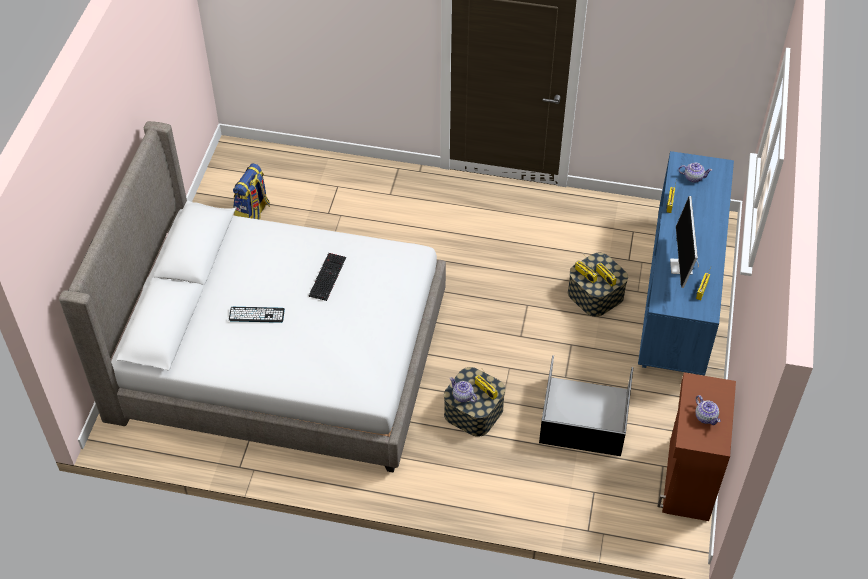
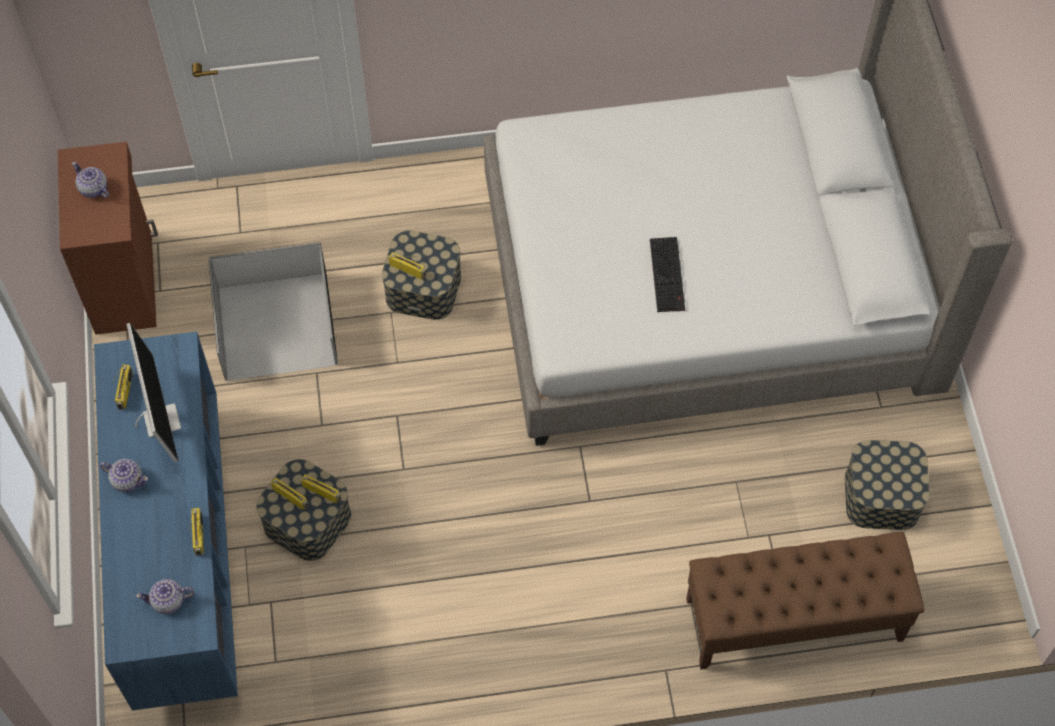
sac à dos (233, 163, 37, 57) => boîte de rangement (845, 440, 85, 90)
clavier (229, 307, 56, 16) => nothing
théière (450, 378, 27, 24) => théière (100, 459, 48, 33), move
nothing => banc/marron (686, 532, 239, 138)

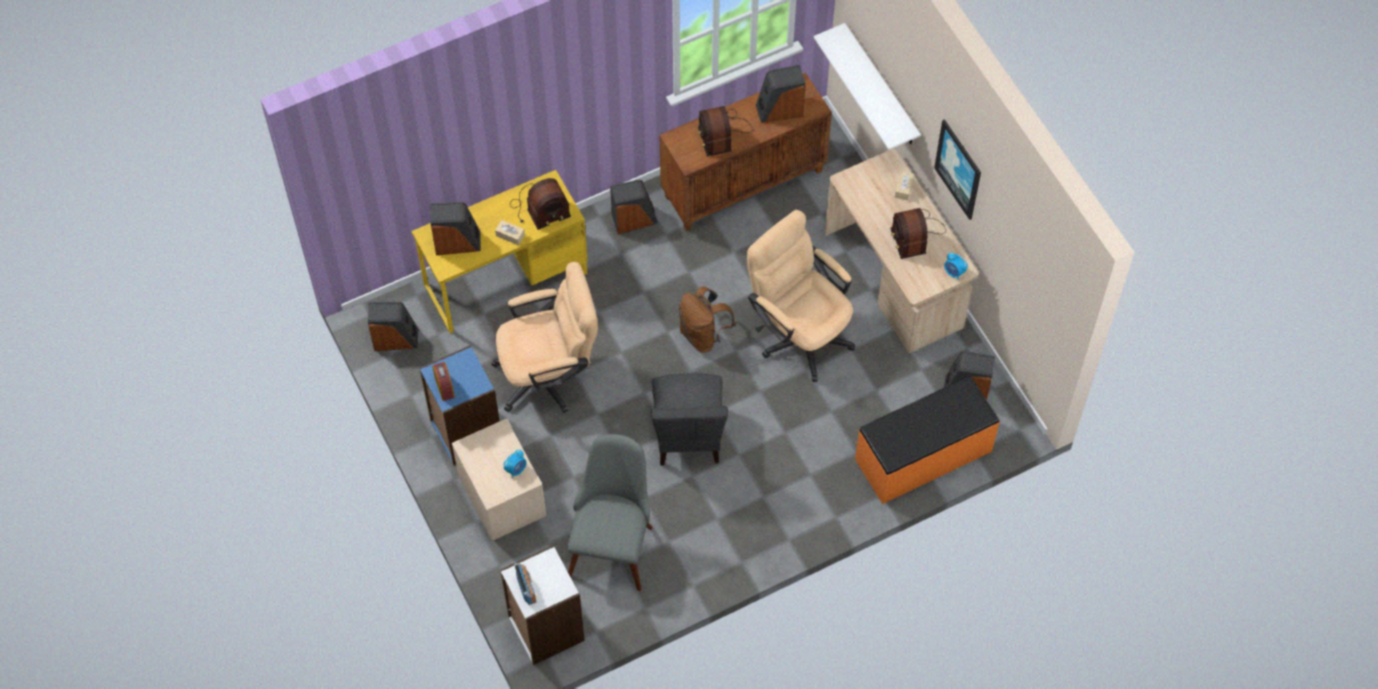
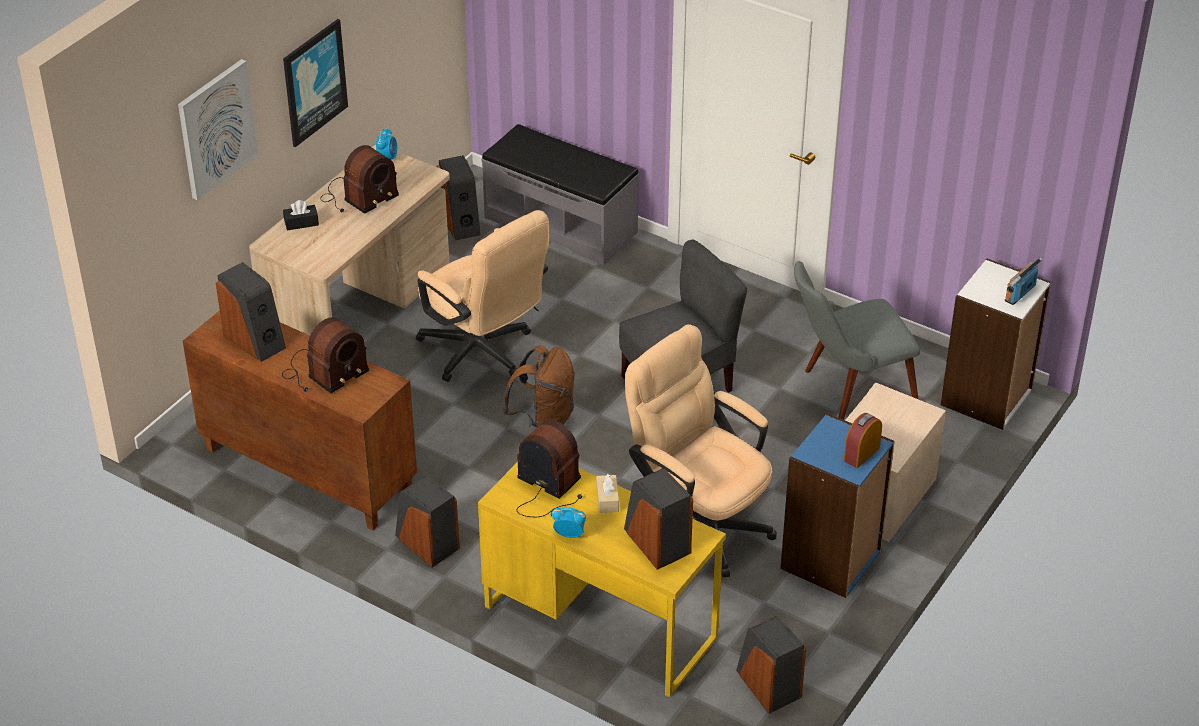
étagère/blanc (814, 23, 107, 127) => nothing
boîte à mouchoirs/beige (895, 171, 19, 29) => boîte à mouchoirs/noir (283, 200, 36, 31)
chaise de bureau/beige (747, 210, 108, 172) => chaise de bureau/beige (416, 210, 133, 172), 60 degrees counterclockwise
banc/orange (855, 376, 145, 128) => banc/gris (481, 124, 158, 141)
réveil (504, 449, 23, 30) => réveil (552, 508, 34, 30), move
nothing => tableau (178, 59, 80, 141)

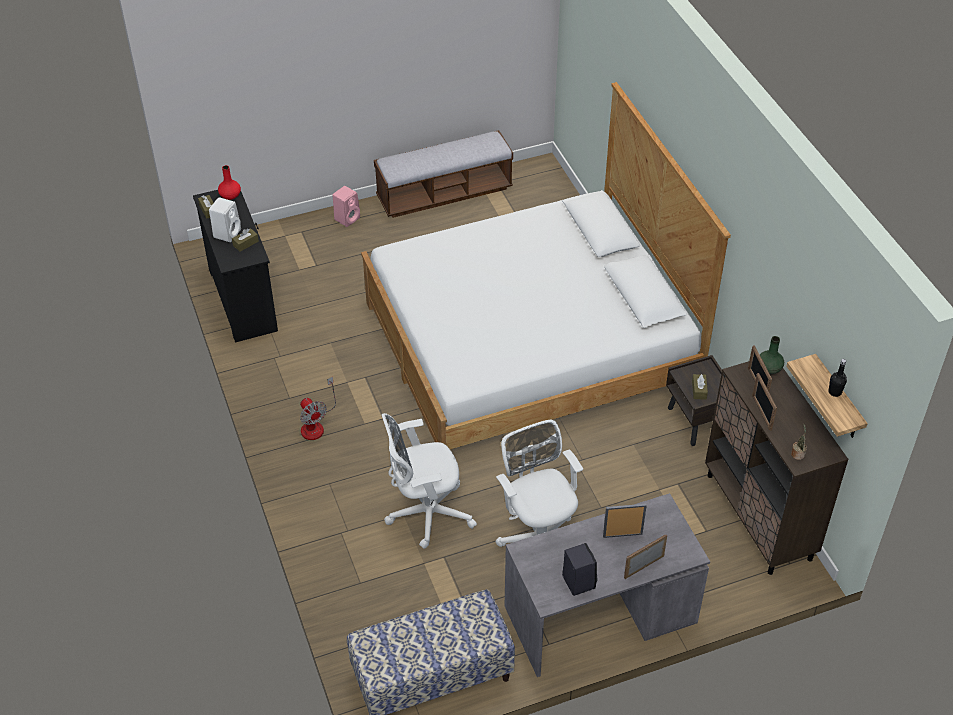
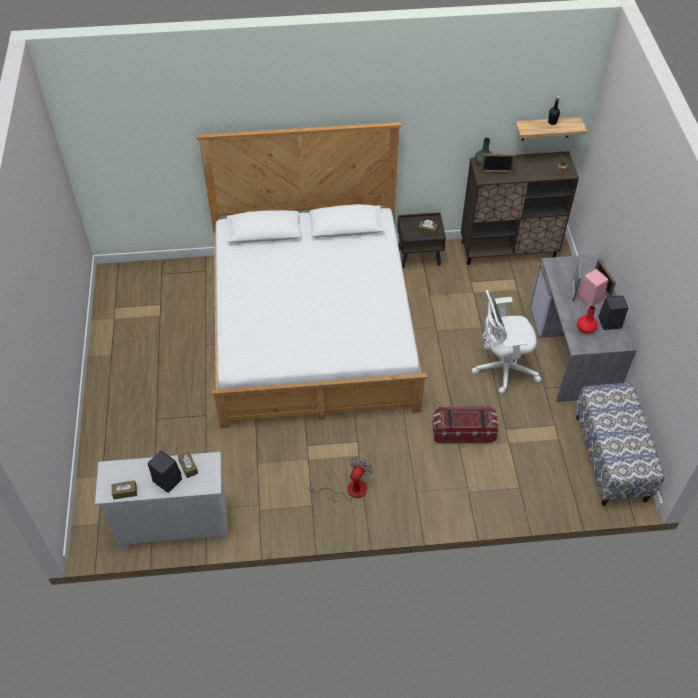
banc (374, 130, 139, 88) => nothing
vase/rouge (218, 165, 23, 35) => vase/rouge (577, 306, 21, 28), move
enceinte/rose (332, 186, 28, 41) => enceinte/rose (578, 269, 30, 37), move
commode/noir (193, 190, 85, 153) => commode/blanc (95, 452, 133, 97)
enceinte/blanc (209, 197, 32, 45) => enceinte/noir (148, 451, 34, 42)
cadre photo (752, 373, 25, 58) => nothing
ventilateur (300, 377, 36, 63) => ventilateur (309, 457, 64, 45), 45 degrees counterclockwise
chaise de bureau/blanc (382, 413, 95, 136) => boîte de rangement (433, 406, 66, 38)

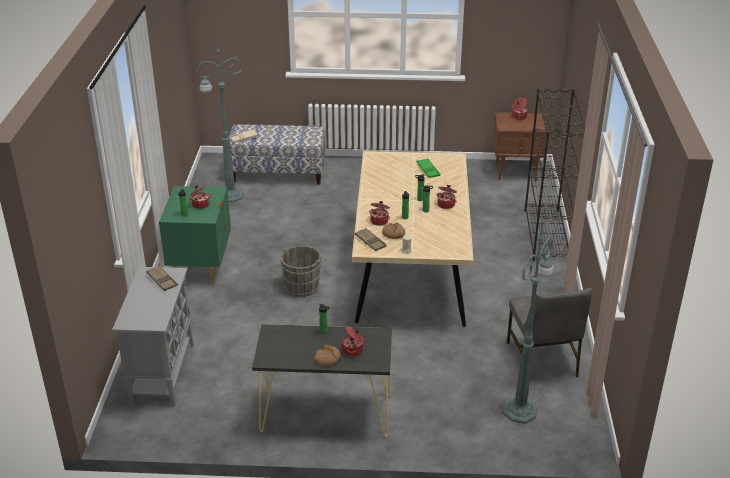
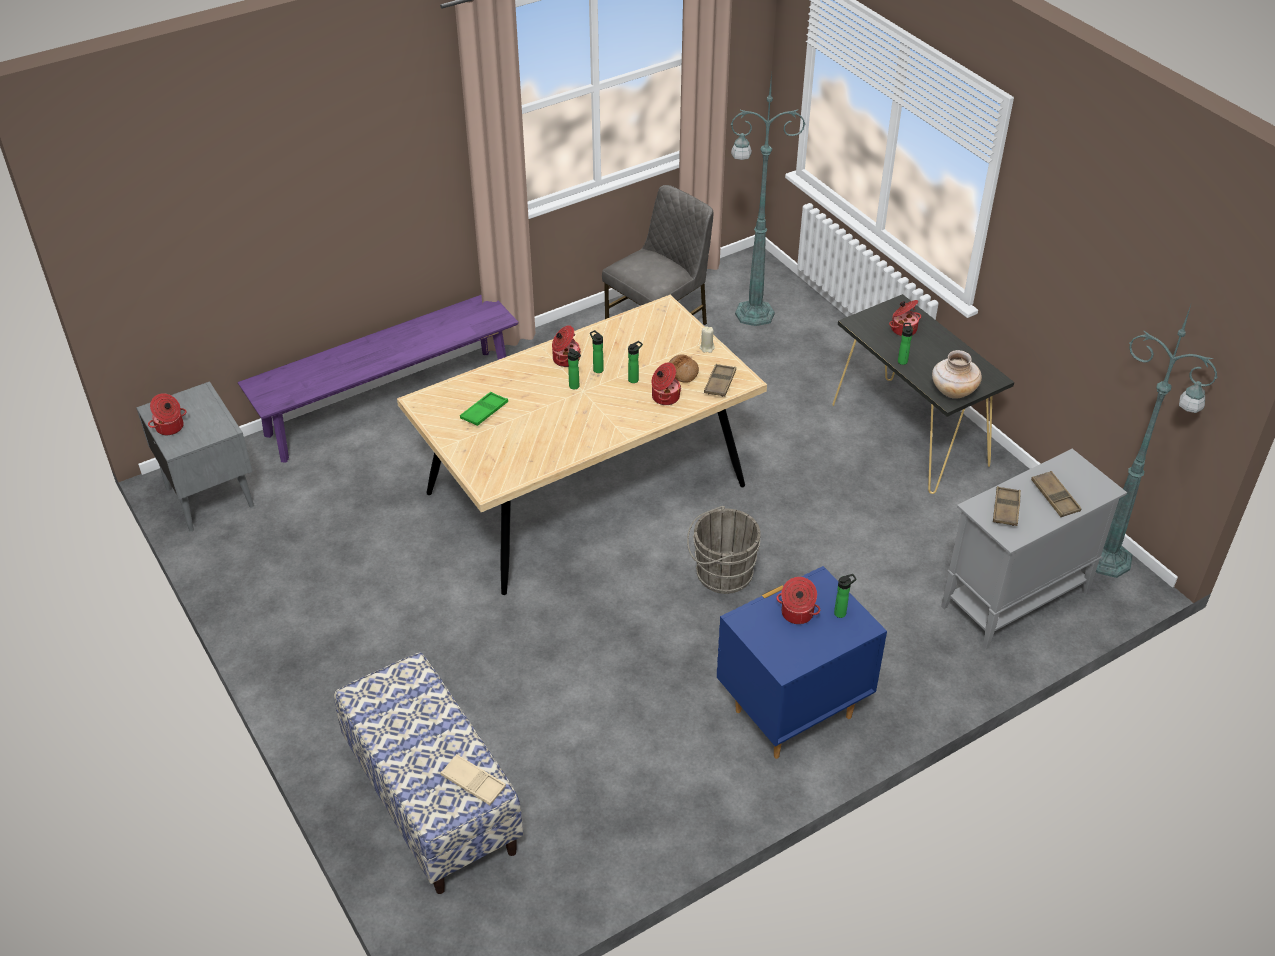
lampadaire/vert (196, 39, 48, 163) => lampadaire/vert (1096, 305, 121, 273), move
bibliothèque/noir (525, 89, 60, 172) => banc/violet (238, 295, 280, 168)
table de chevet/marron (493, 112, 55, 69) => table de chevet/gris (136, 381, 118, 151)
table de chevet/vert (159, 186, 72, 97) => table de chevet/bleu (717, 566, 170, 193)
pain (314, 345, 27, 21) => nothing
nothing => vase/beige (932, 350, 50, 49)
nothing => plateau/marron (1031, 471, 50, 46)

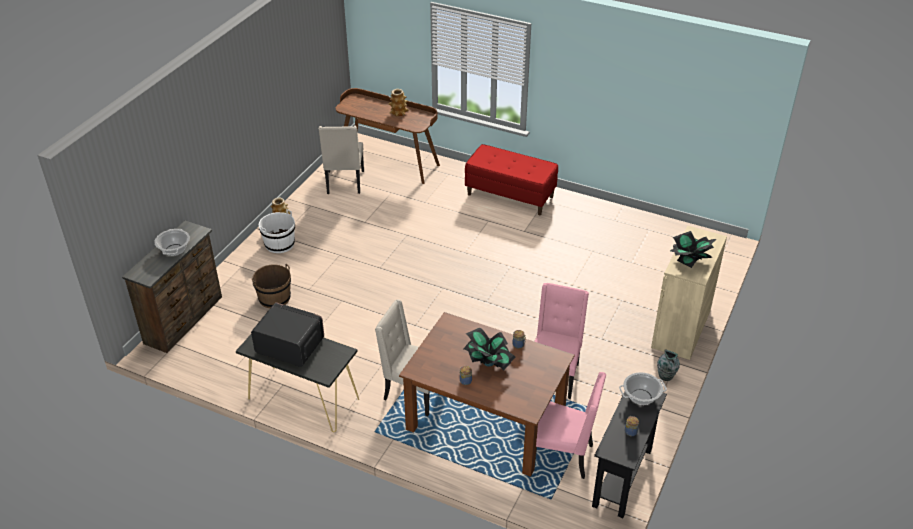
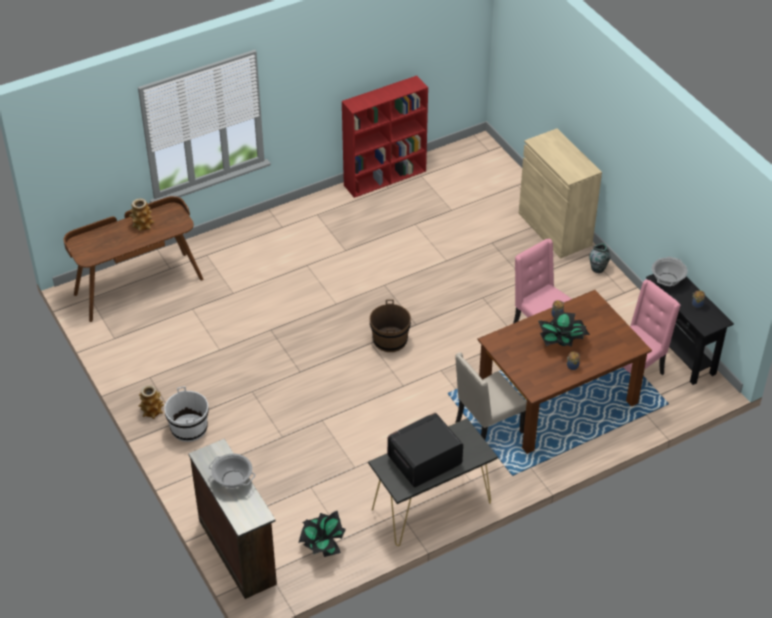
chaise/beige (319, 126, 45, 68) => nothing
banc/rouge (465, 144, 93, 72) => nothing
plante en pot (670, 231, 47, 37) => plante en pot (298, 511, 48, 46), move
seau/marron (252, 264, 39, 44) => seau/marron (370, 299, 41, 53), move
nothing => bibliothèque/rouge (342, 76, 86, 122)

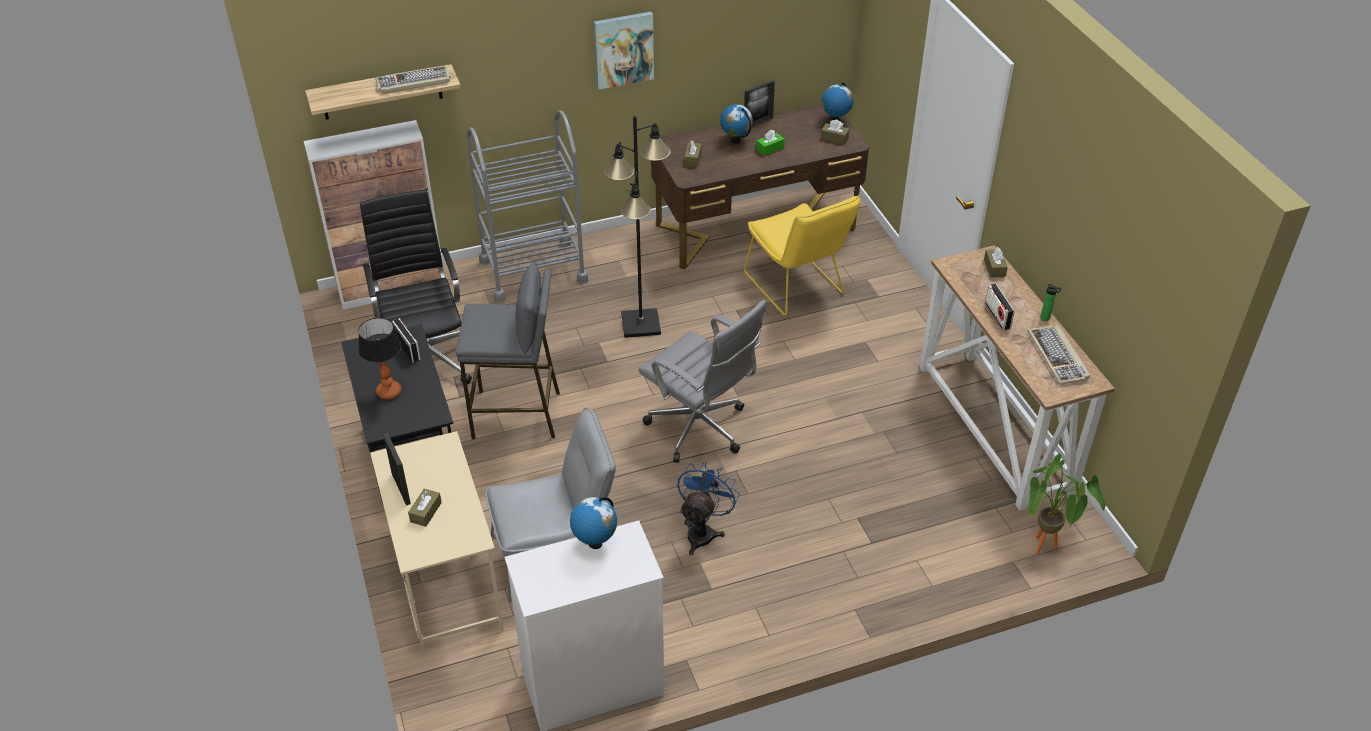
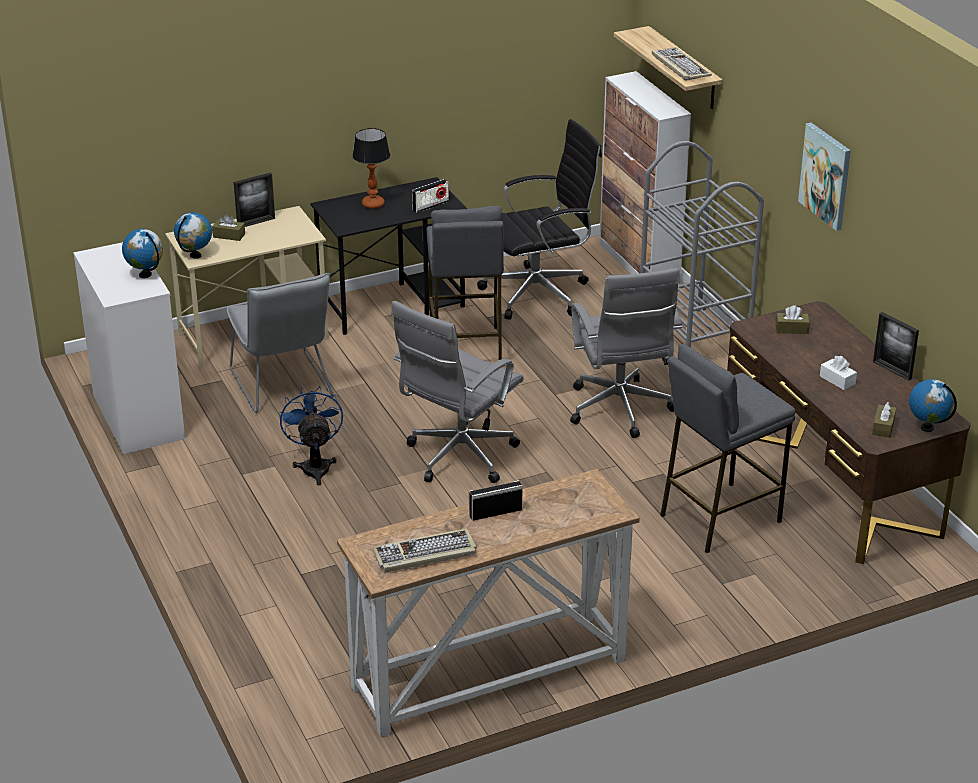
globe (720, 104, 33, 40) => globe (174, 212, 38, 47), move
lampadaire/noir (604, 116, 67, 222) => chaise de bureau/gris (570, 268, 113, 170)
boîte à mouchoirs/vert (756, 130, 29, 26) => boîte à mouchoirs/blanc (820, 356, 37, 34)
chaise/jaune (744, 195, 116, 121) => tabouret/gris (660, 344, 135, 209)
boîte à mouchoirs/marron (984, 247, 24, 31) => nothing
bouteille (1040, 284, 22, 37) => nothing
plante en pot (1028, 453, 78, 102) => nothing
ventilateur/bleu (677, 461, 63, 94) => ventilateur/bleu (279, 386, 64, 99), 120 degrees counterclockwise

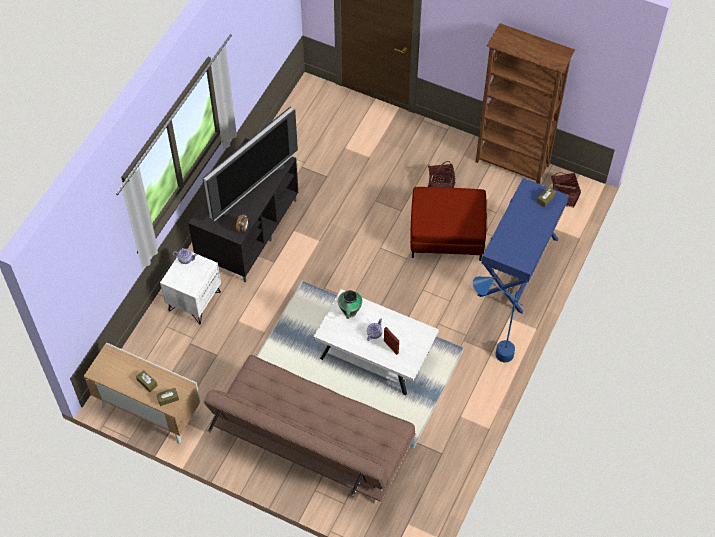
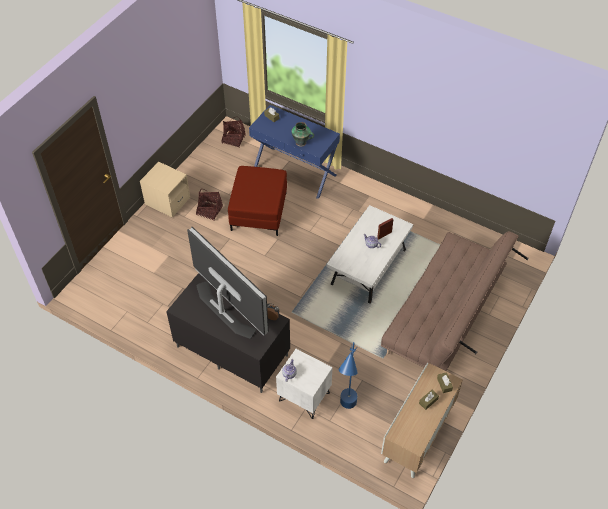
bibliothèque/marron (476, 23, 99, 161) => nothing
lampadaire/bleu (473, 277, 51, 85) => lampadaire/bleu (339, 342, 19, 67), move
vase (338, 290, 24, 29) => vase (291, 122, 23, 25), move
nothing => table de chevet/beige (140, 162, 50, 56)

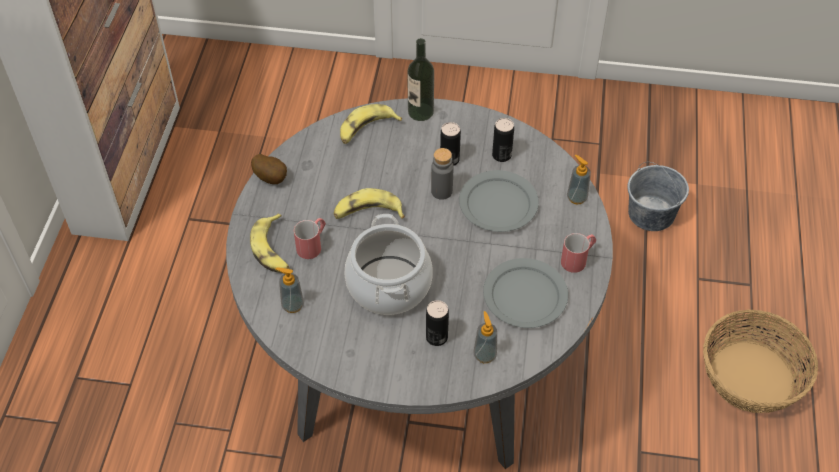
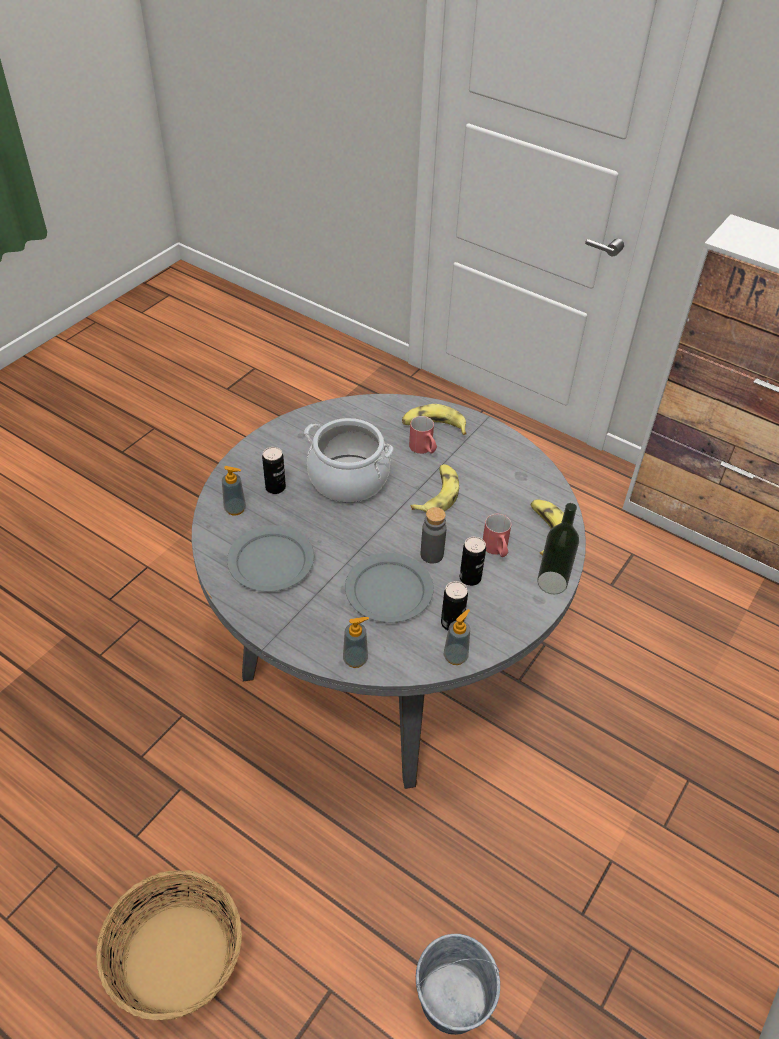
pomme de terre (251, 154, 36, 30) => nothing
mug/rouge (561, 233, 35, 40) => mug/rouge (483, 514, 28, 43), move
distributeur de savon (276, 268, 28, 45) => distributeur de savon (444, 609, 26, 56), move

